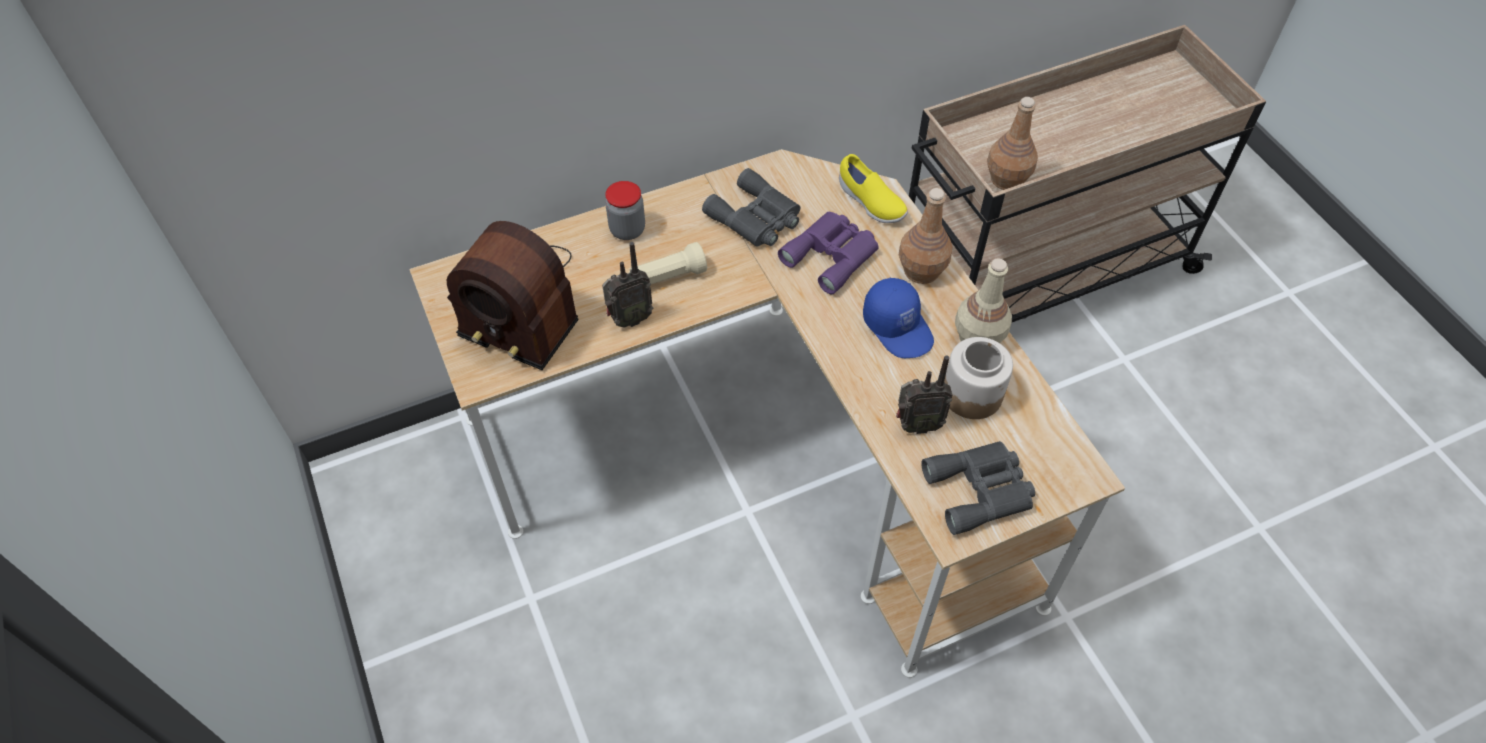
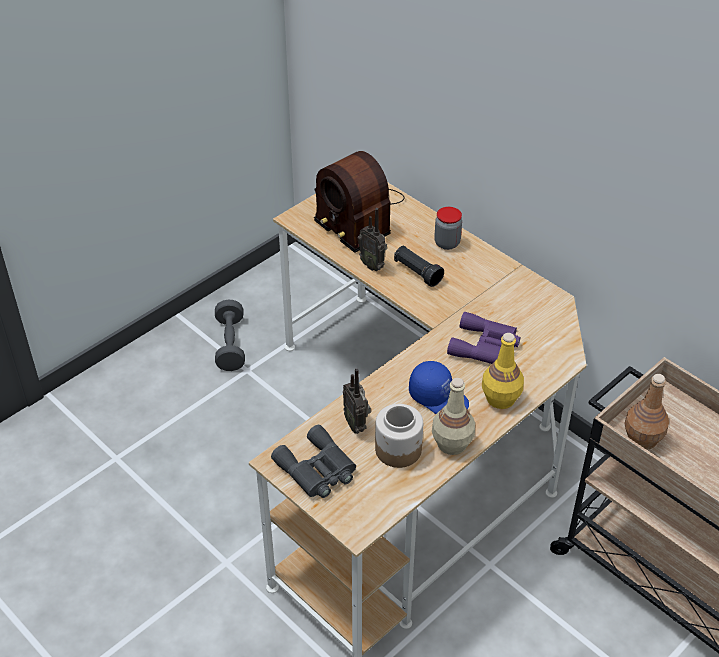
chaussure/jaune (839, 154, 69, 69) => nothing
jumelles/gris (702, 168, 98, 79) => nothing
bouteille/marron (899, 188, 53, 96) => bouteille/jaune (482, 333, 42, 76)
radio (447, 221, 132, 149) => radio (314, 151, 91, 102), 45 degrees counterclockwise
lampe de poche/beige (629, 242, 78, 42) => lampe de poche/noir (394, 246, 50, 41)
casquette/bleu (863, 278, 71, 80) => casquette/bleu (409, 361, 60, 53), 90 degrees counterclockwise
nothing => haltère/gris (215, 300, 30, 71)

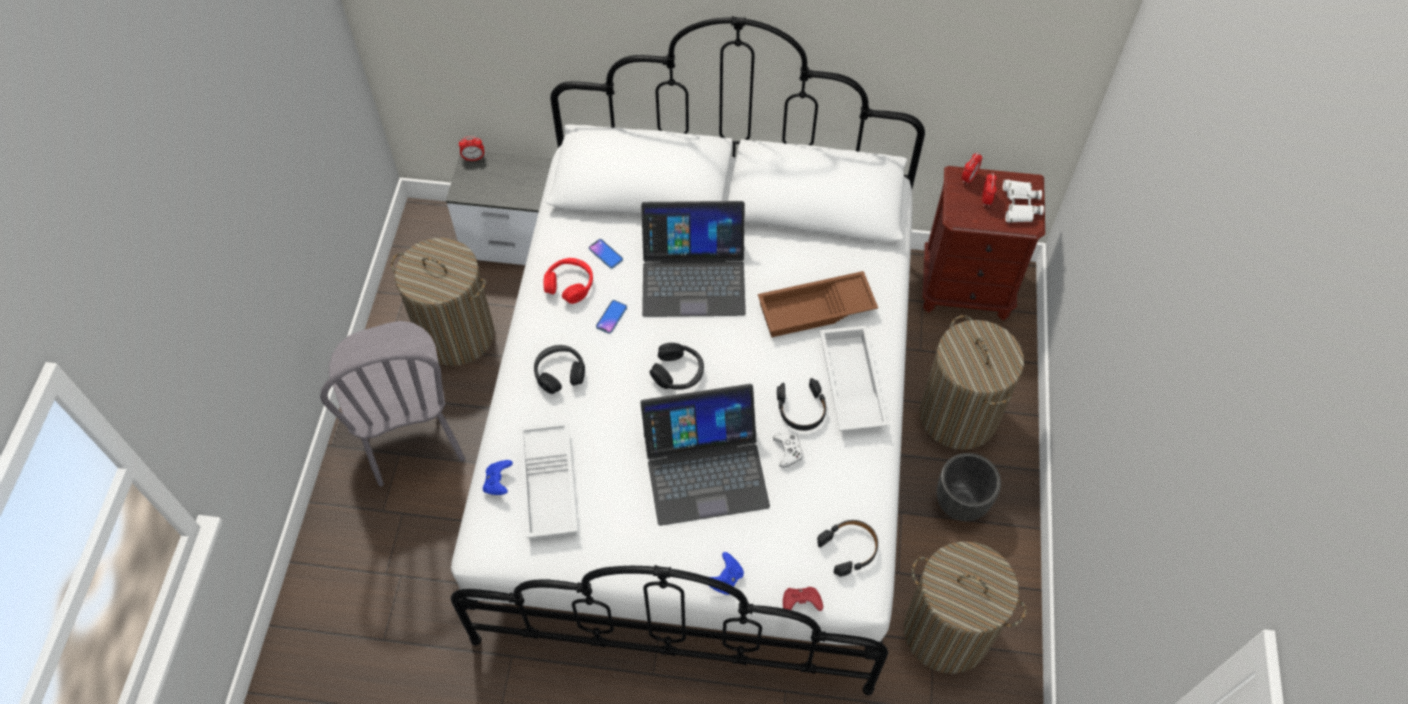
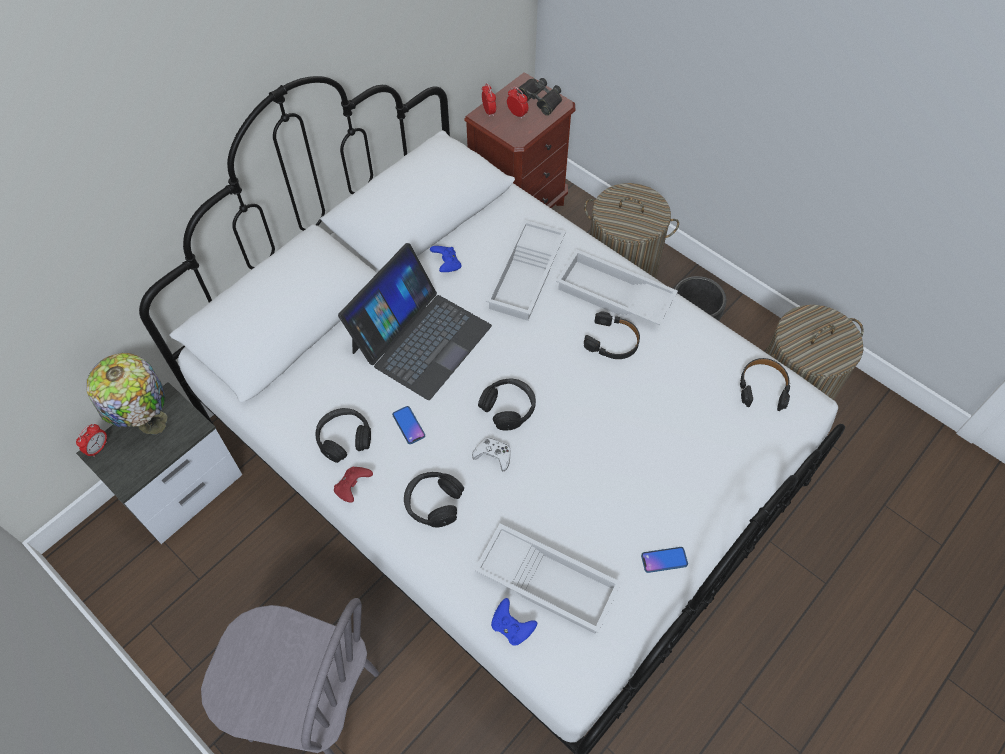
jumelles/blanc (1003, 180, 41, 43) => jumelles/noir (517, 78, 45, 38)
panier à linge (391, 238, 103, 128) => nothing
téléphone (589, 239, 34, 30) => téléphone (641, 547, 47, 26), move
casque audio/rouge (543, 258, 50, 46) => casque audio/noir (315, 408, 56, 55)
plateau/marron (758, 271, 120, 67) => plateau/blanc (486, 220, 80, 101)
ordinateur portable (640, 384, 130, 142) => nothing
manette/blanc (773, 433, 30, 35) => manette/blanc (472, 437, 39, 34), move
manette/bleu (708, 552, 36, 43) => manette/bleu (430, 246, 32, 26), move
manette/rouge (783, 587, 40, 24) => manette/rouge (334, 466, 39, 37), move
nothing => lampe de table (86, 353, 82, 82)

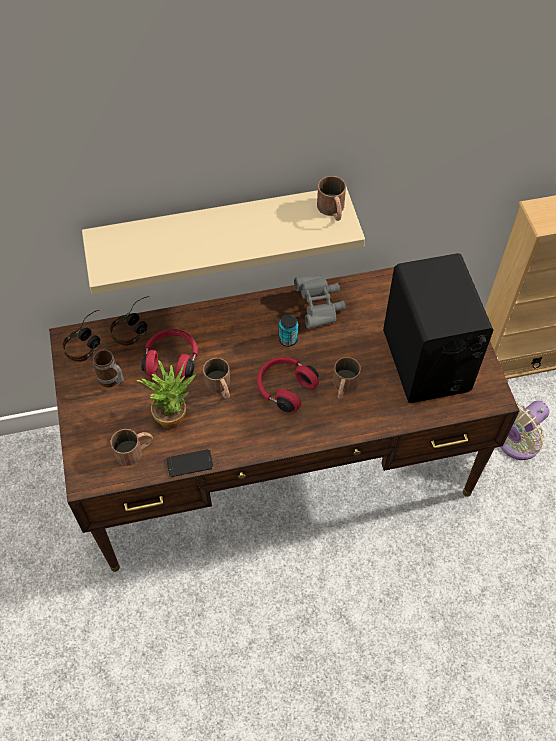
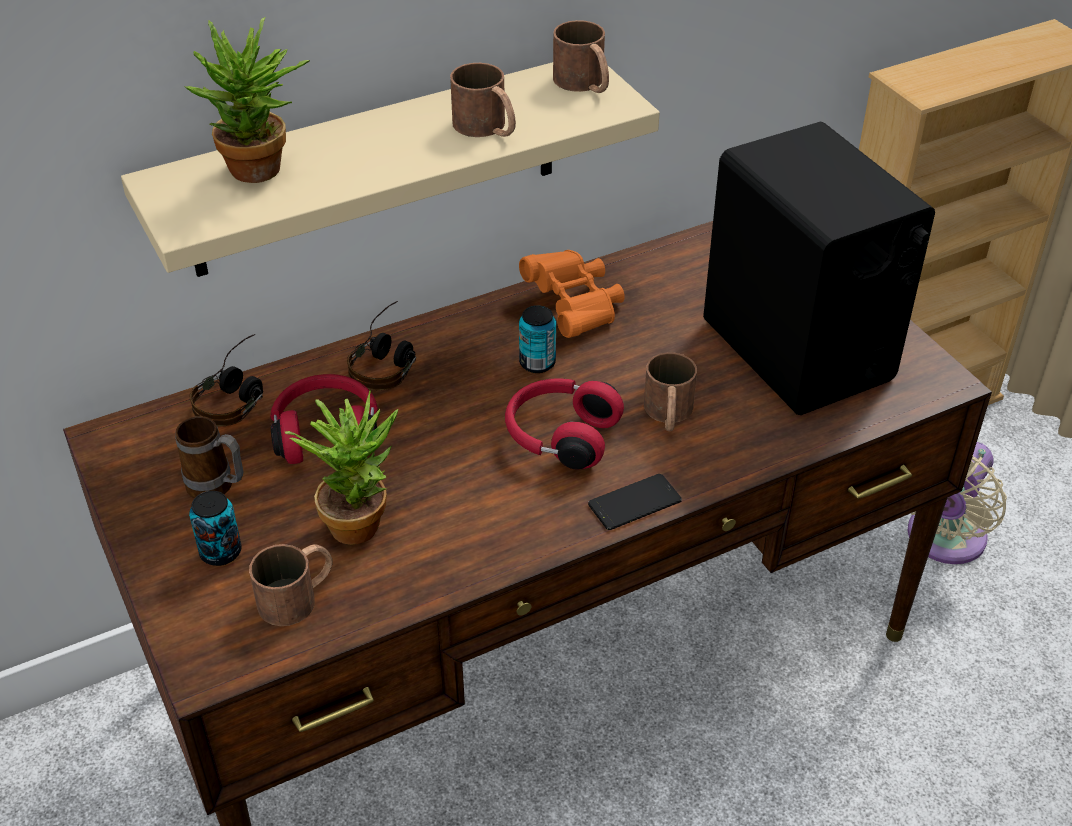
jumelles/gris (294, 275, 51, 54) => jumelles/orange (519, 250, 106, 88)
casque audio (62, 310, 38, 52) => casque audio (347, 301, 69, 89), move
mug/marron (203, 358, 28, 41) => mug/marron (450, 63, 66, 74), move
téléphone (166, 449, 47, 28) => téléphone (588, 474, 94, 56), move
nothing => plante en pot (185, 17, 125, 166)
nothing => boîte métallique (189, 491, 52, 75)

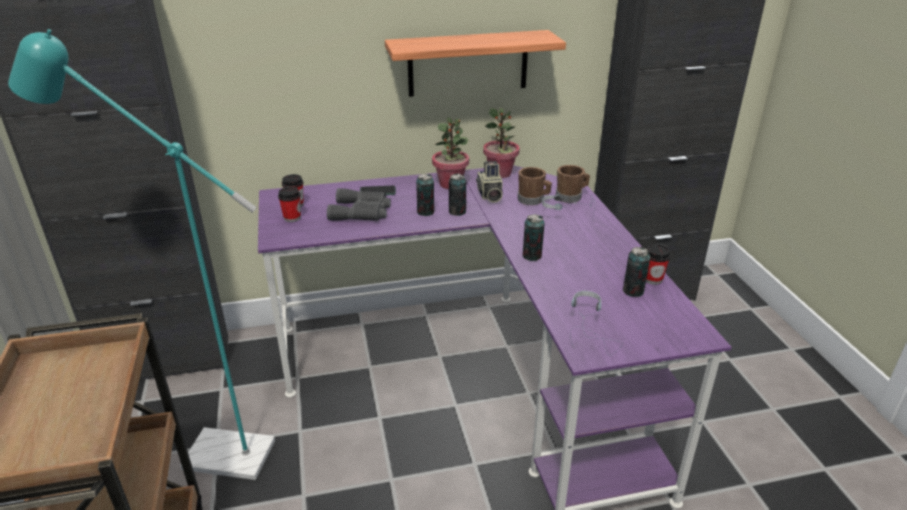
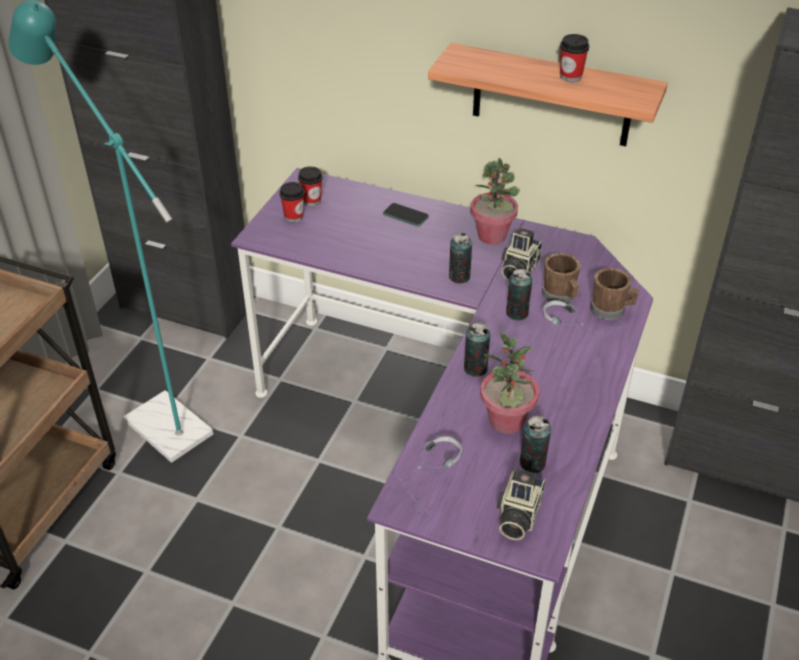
plante en pot (483, 108, 37, 70) => plante en pot (480, 332, 59, 102), move
boîte métallique (416, 174, 18, 42) => boîte métallique (506, 269, 26, 52), move
jumelles/gris (327, 188, 64, 33) => nothing
tasse (646, 243, 25, 42) => tasse (560, 34, 29, 48), move
nothing => appareil photo (497, 469, 48, 71)

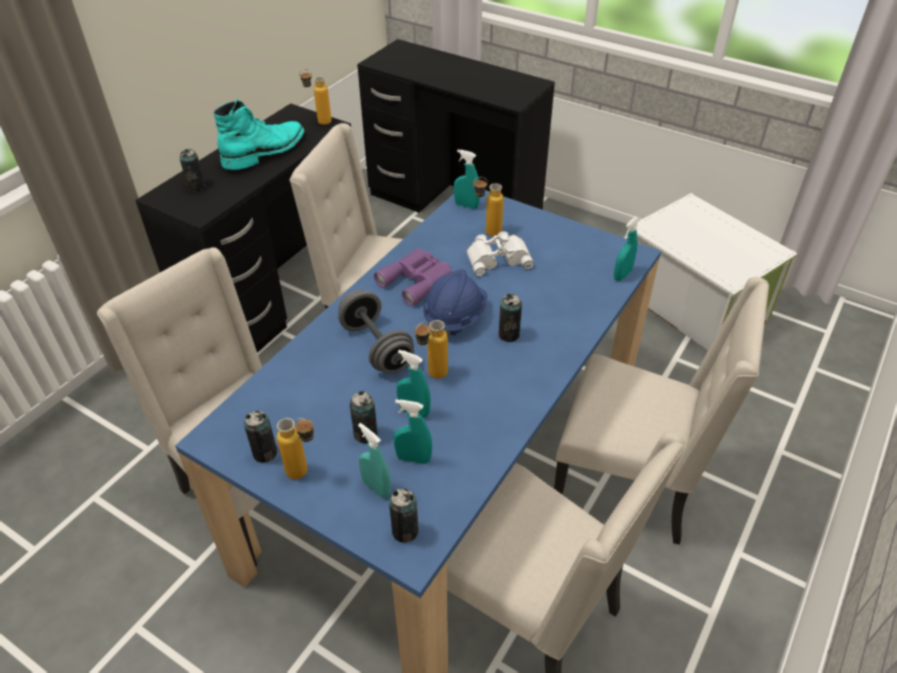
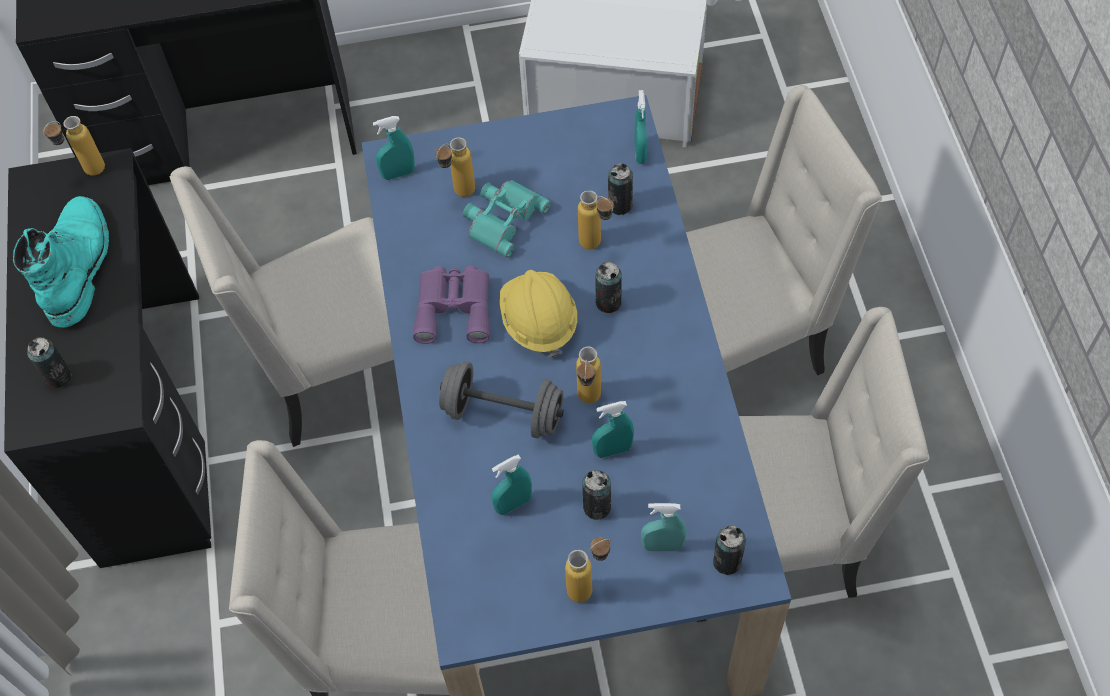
jumelles/blanc (466, 231, 68, 45) => jumelles/turquoise (463, 180, 88, 77)
casque de chantier/bleu (423, 269, 65, 67) => casque de chantier/jaune (500, 270, 77, 88)
vaporisateur/turquoise (393, 399, 39, 65) => vaporisateur/turquoise (492, 454, 40, 61), move
boîte métallique (244, 410, 33, 53) => boîte métallique (608, 163, 25, 52), move
nothing => bouteille (578, 190, 36, 59)

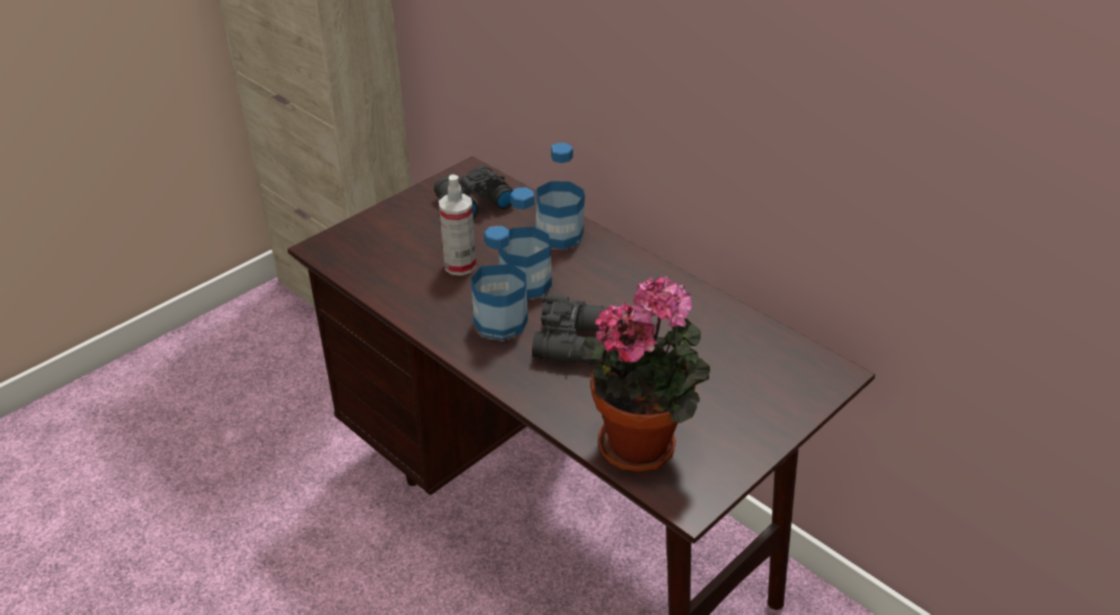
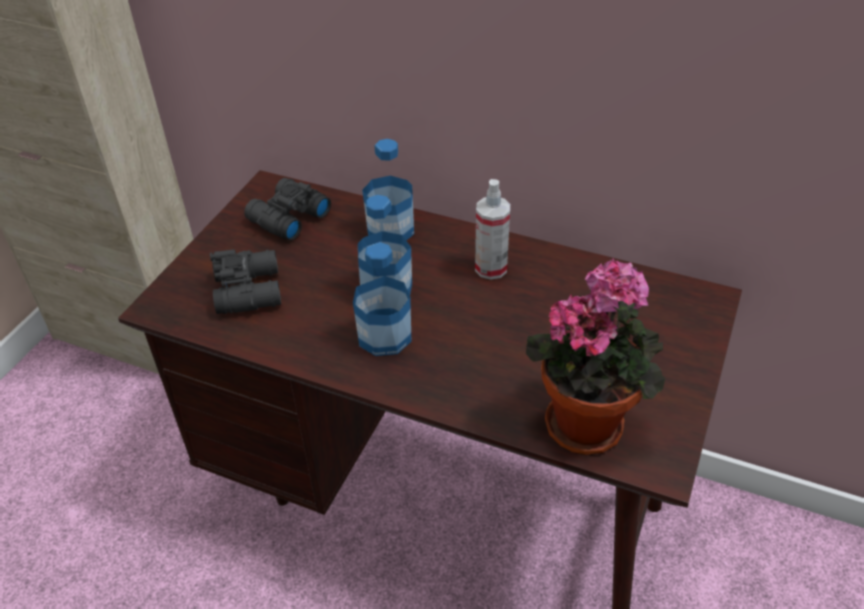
vaporisateur (439, 174, 37, 102) => vaporisateur (475, 179, 35, 101), move
jumelles/noir (532, 294, 76, 71) => jumelles/noir (210, 249, 71, 65), move

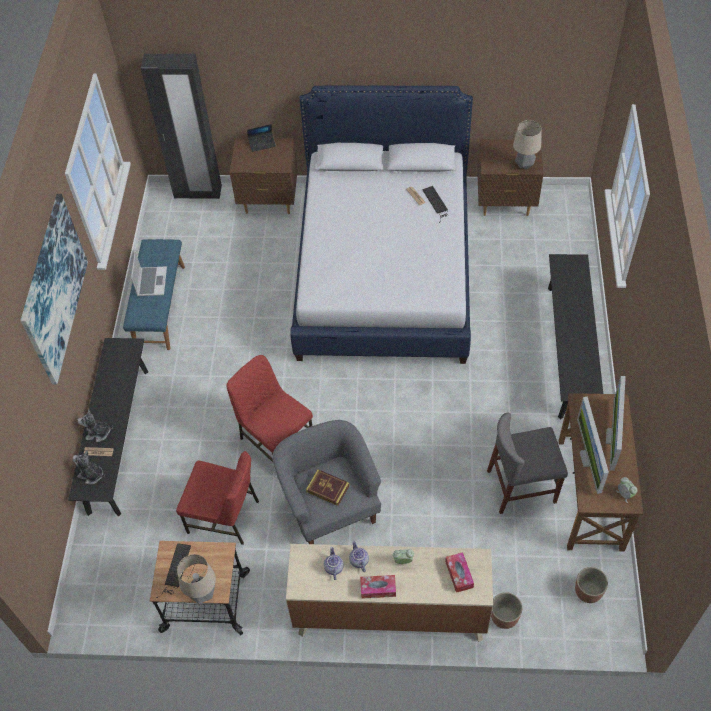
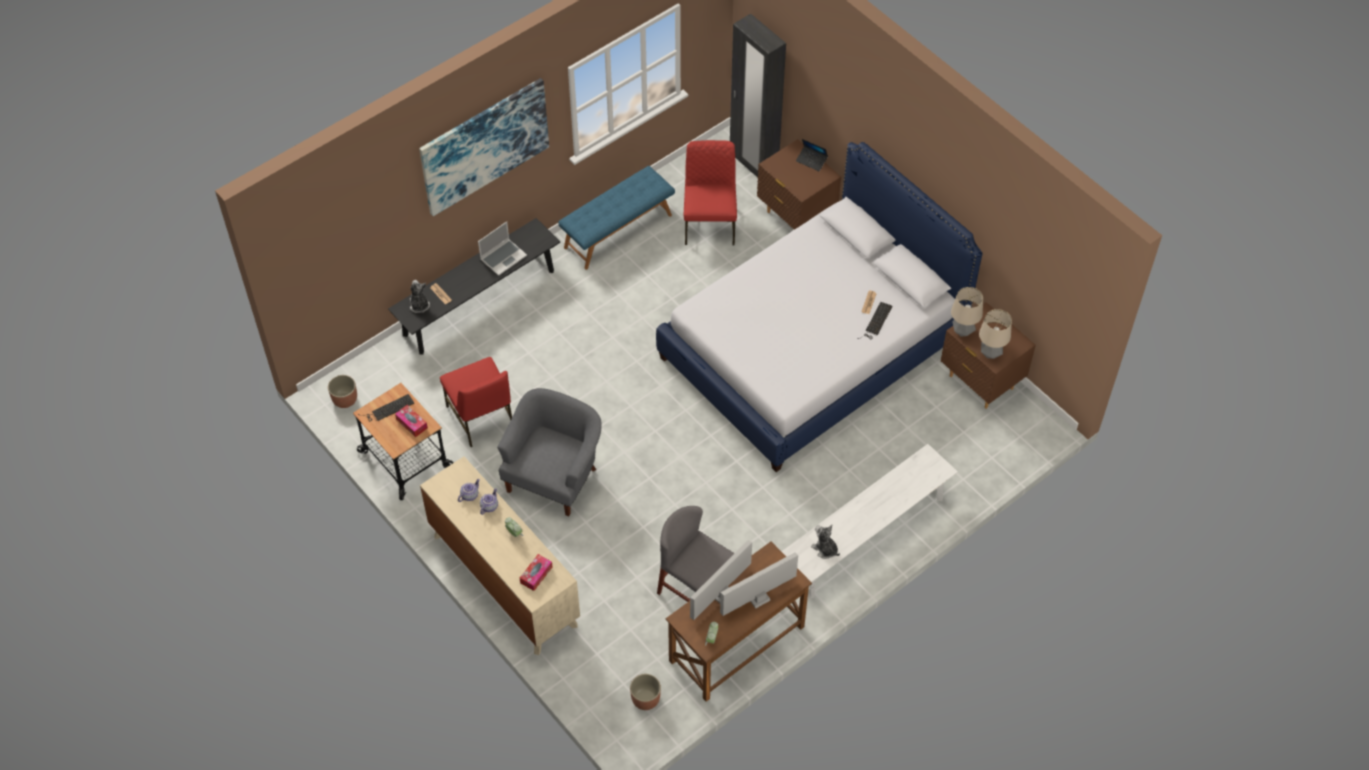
ordinateur portable (131, 250, 36, 46) => ordinateur portable (478, 221, 49, 55), move
banc/noir (548, 254, 55, 166) => banc/blanc (781, 444, 177, 154)
chaise/rouge (226, 355, 87, 107) => chaise/rouge (684, 140, 53, 105), move
peluche (77, 409, 36, 33) => peluche (811, 525, 29, 34), move
livre (306, 469, 44, 37) => nothing
lampe de table (177, 554, 39, 50) => lampe de table (951, 287, 32, 50), move
boîte à mouchoirs (360, 575, 36, 24) => boîte à mouchoirs (395, 405, 33, 32), move
cache-pot (491, 592, 31, 37) => cache-pot (328, 375, 29, 33), move

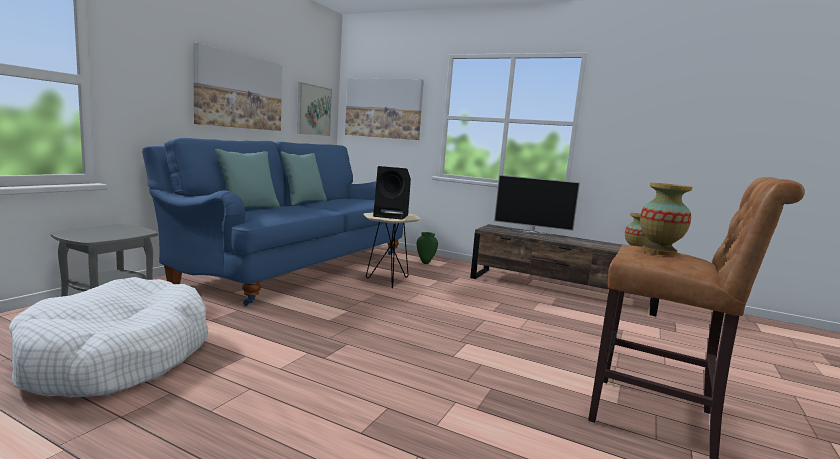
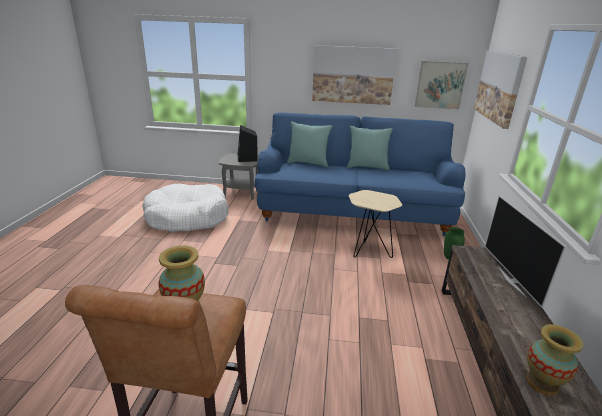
enceinte/noir (373, 166, 38, 54) => enceinte/noir (237, 125, 21, 37), move

